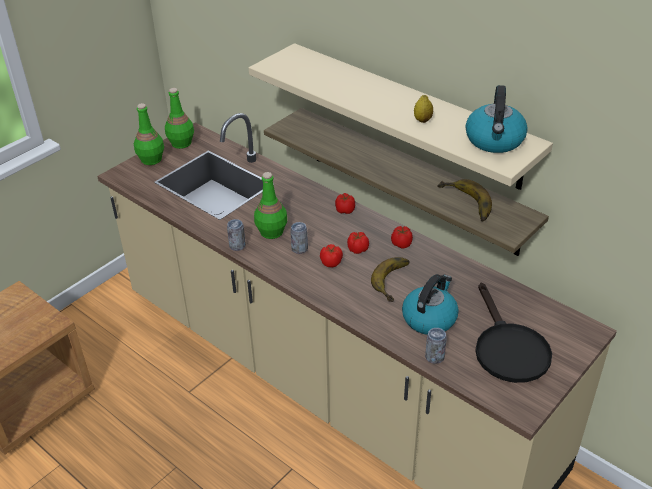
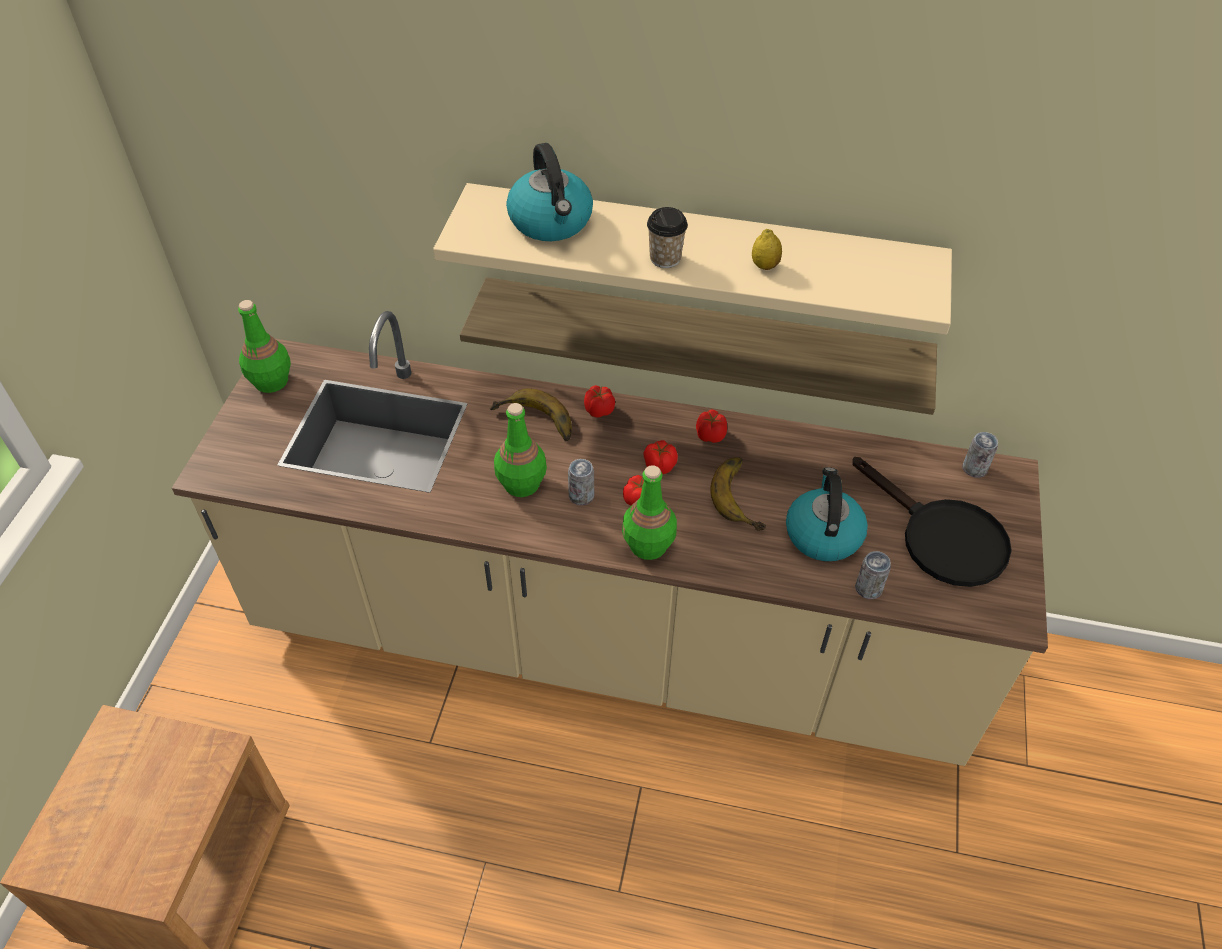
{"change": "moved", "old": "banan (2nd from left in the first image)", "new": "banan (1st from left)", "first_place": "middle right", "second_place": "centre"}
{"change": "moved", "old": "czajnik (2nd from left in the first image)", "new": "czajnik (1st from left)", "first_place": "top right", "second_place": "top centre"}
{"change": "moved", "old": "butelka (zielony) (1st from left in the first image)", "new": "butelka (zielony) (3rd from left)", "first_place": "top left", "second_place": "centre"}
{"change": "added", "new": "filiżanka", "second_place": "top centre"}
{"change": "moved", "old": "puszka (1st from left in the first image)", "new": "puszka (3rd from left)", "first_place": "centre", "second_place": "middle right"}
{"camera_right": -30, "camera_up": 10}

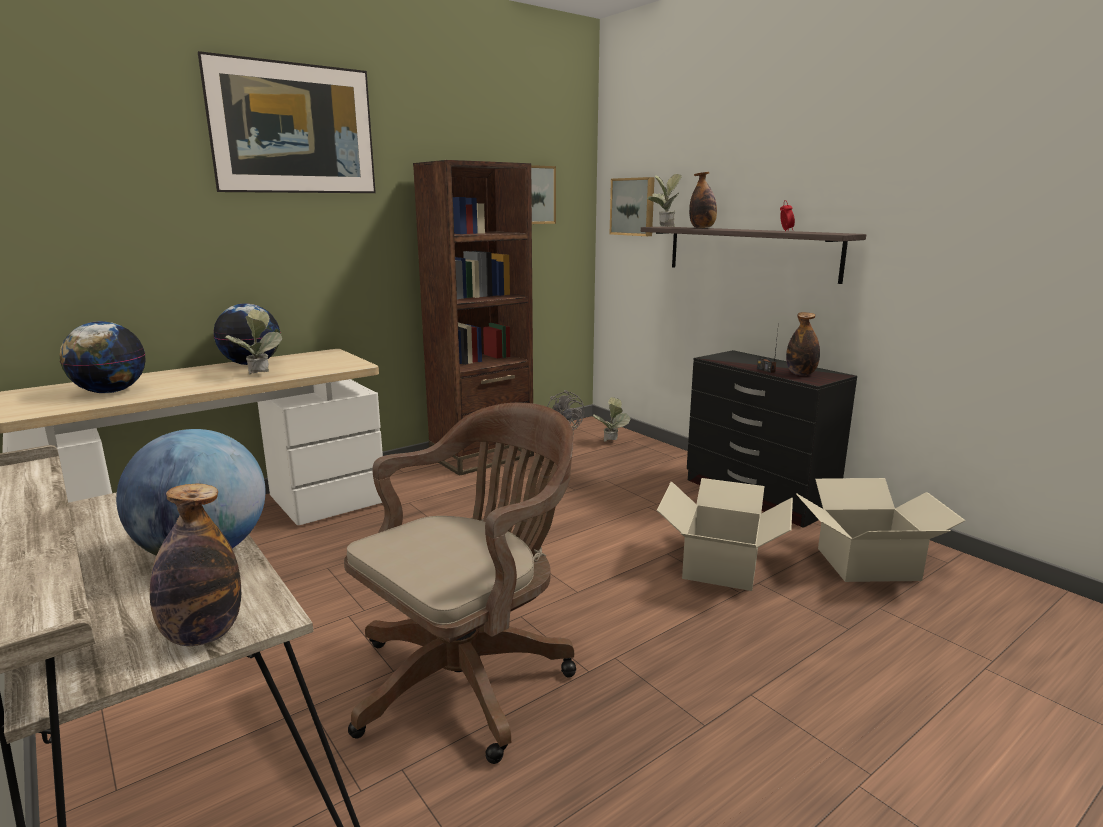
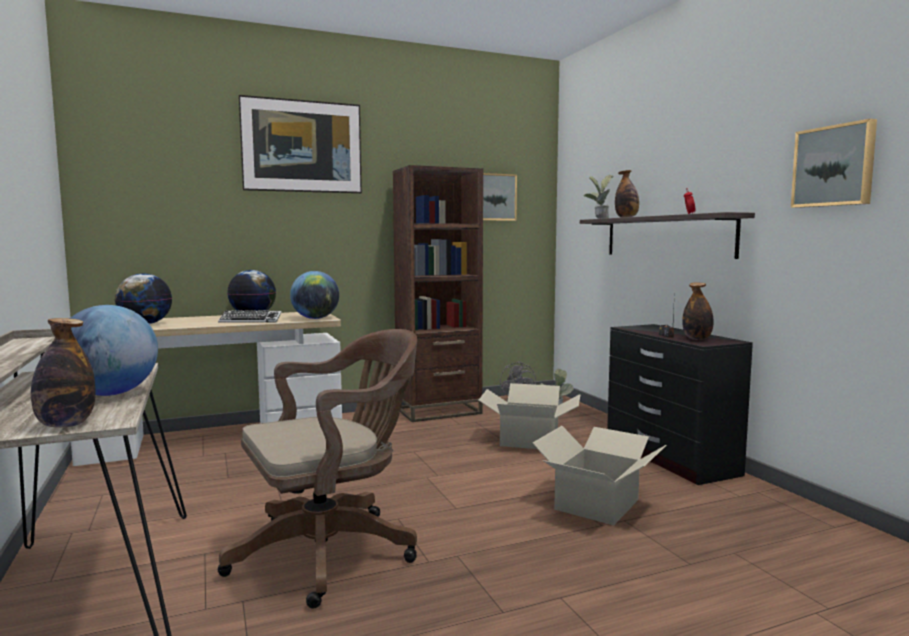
{"change": "replaced", "old": "roślina doniczkowa (1st from left)", "new": "klawiatura", "first_place": "middle left", "second_place": "middle left"}
{"change": "added", "new": "globus (4th from left)", "second_place": "centre"}
{"change": "moved", "old": "karton (2nd from left in the first image)", "new": "karton (1st from left)", "first_place": "middle right", "second_place": "centre"}
{"change": "moved", "old": "obraz (3rd from left)", "first_place": "top centre", "second_place": "top right"}
{"camera_right": 15, "camera_up": -10}

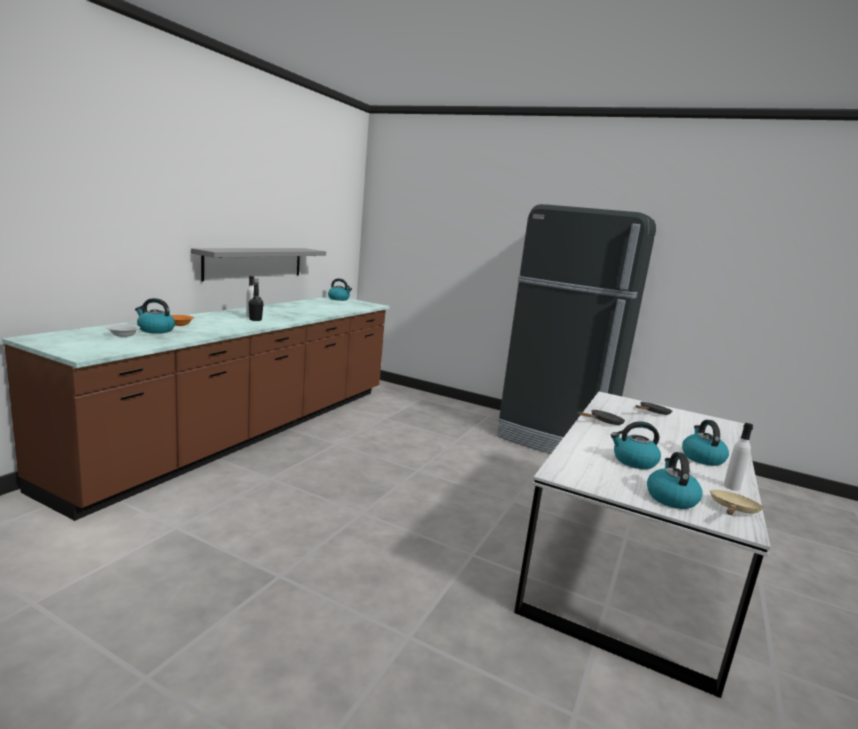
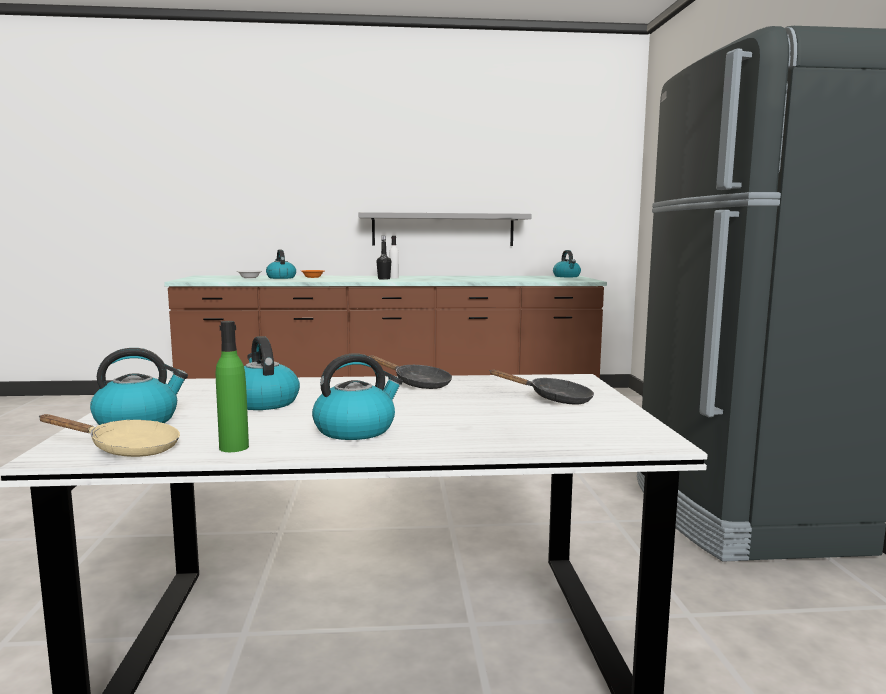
{"change": "recoloured", "old": "butelka (biały) (2nd from left)", "new": "butelka (zielony)", "first_place": "middle right", "second_place": "middle left"}
{"camera_right": 60, "camera_up": -5}

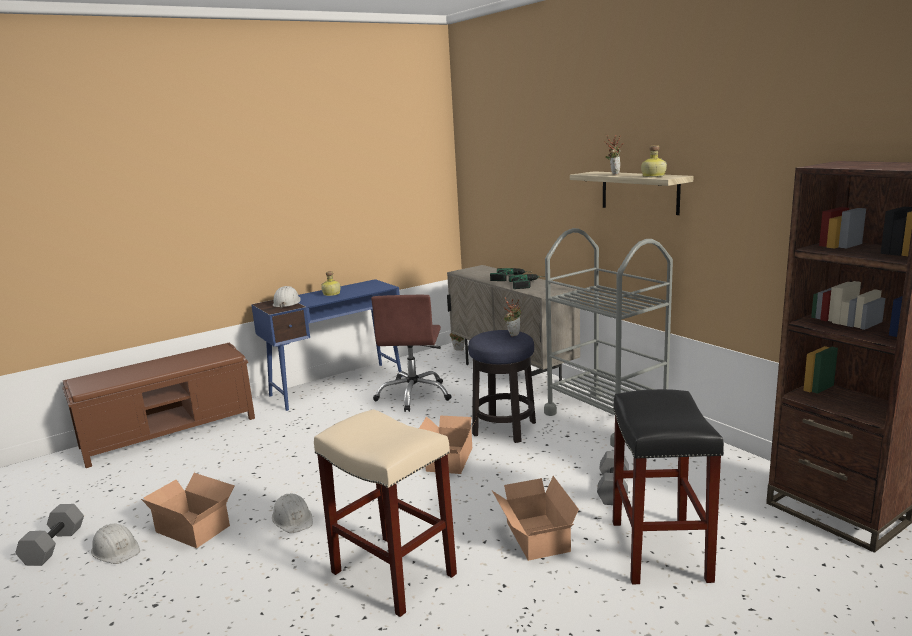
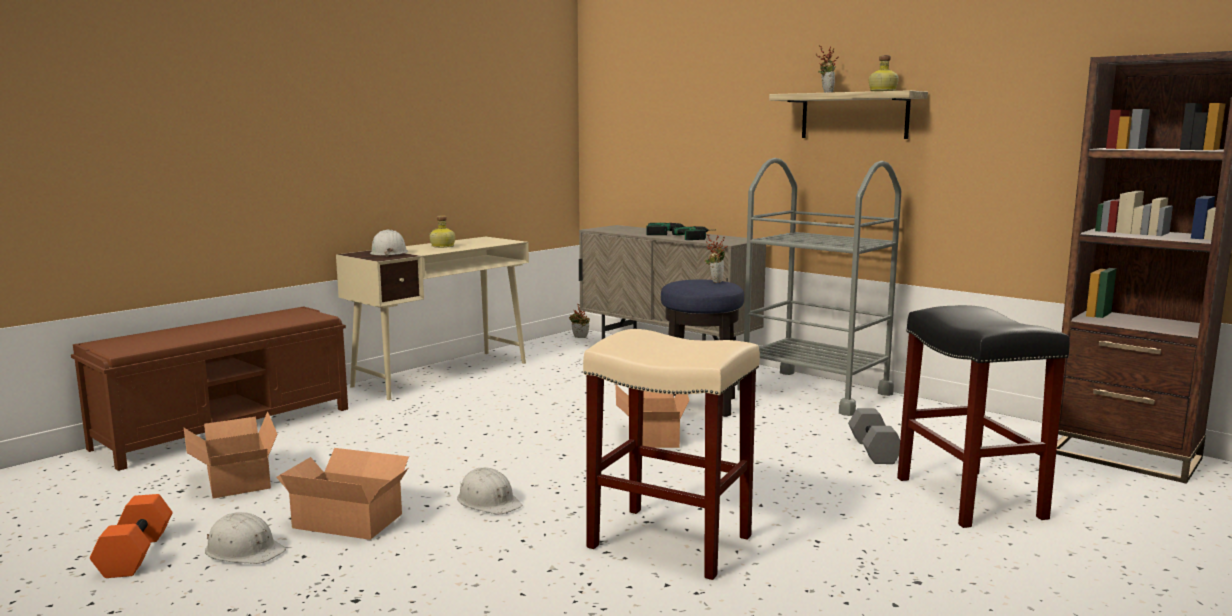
{"change": "recoloured", "old": "hantel (szary) (1st from left)", "new": "hantel (pomarańczowy)", "first_place": "bottom left", "second_place": "bottom left"}
{"change": "moved", "old": "karton (3rd from left in the first image)", "new": "karton (1st from left)", "first_place": "bottom centre", "second_place": "bottom left"}
{"change": "recoloured", "old": "biurko (niebieski)", "new": "biurko (beżowy)", "first_place": "centre", "second_place": "centre"}
{"change": "removed", "old": "krzesło biurowe (brązowy)", "first_place": "centre"}
{"camera_right": -15, "camera_up": -5}

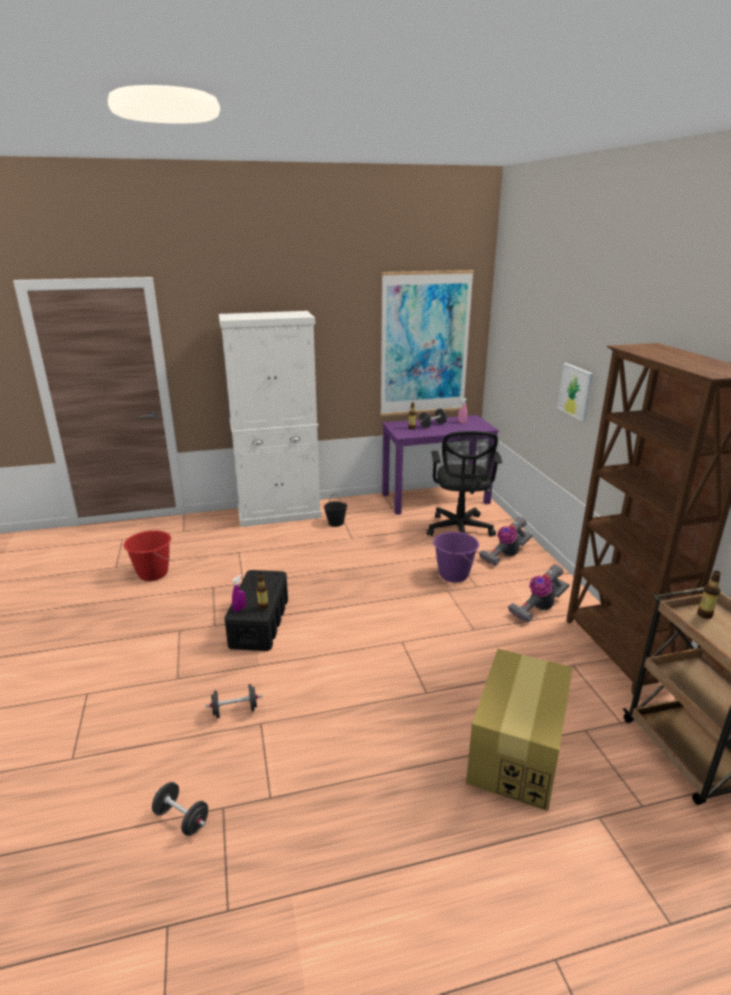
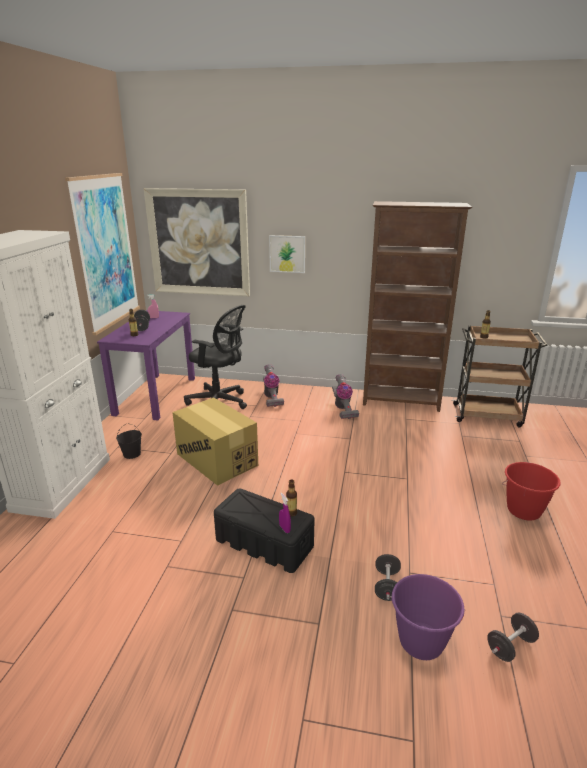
{"change": "added", "new": "obraz (2nd from left)", "second_place": "top centre"}
{"change": "moved", "old": "karton", "first_place": "bottom right", "second_place": "centre"}
{"change": "moved", "old": "wiadro (fioletowy)", "first_place": "centre", "second_place": "bottom right"}
{"change": "moved", "old": "wiadro (czerwony)", "first_place": "middle left", "second_place": "middle right"}
{"camera_right": -65, "camera_up": 0}

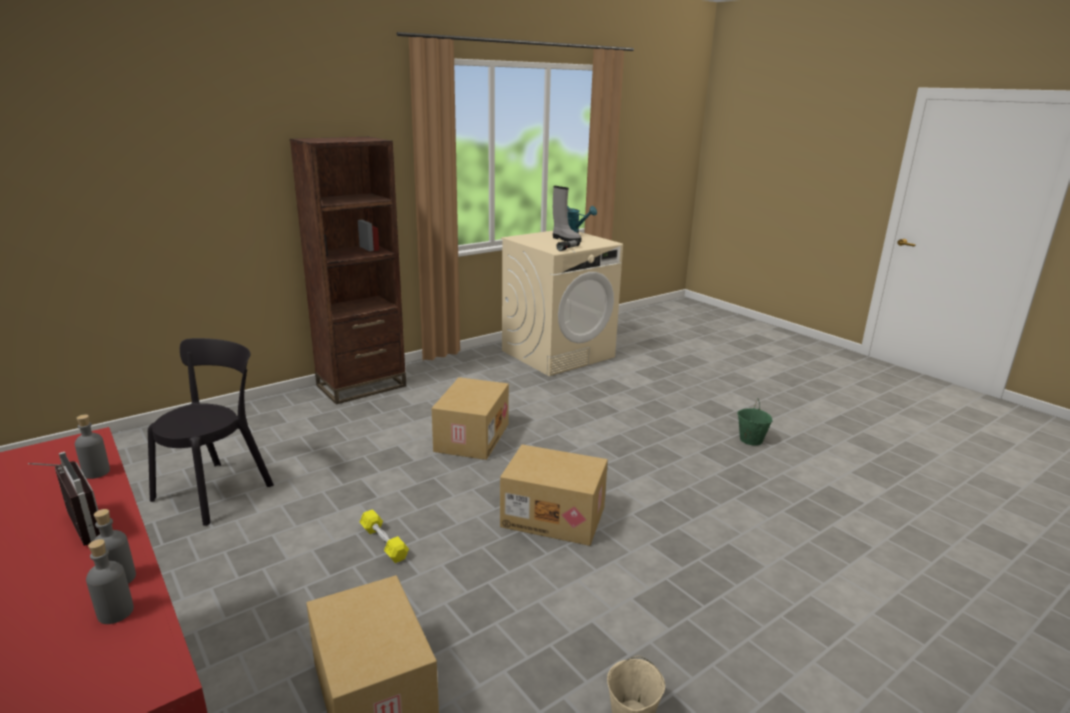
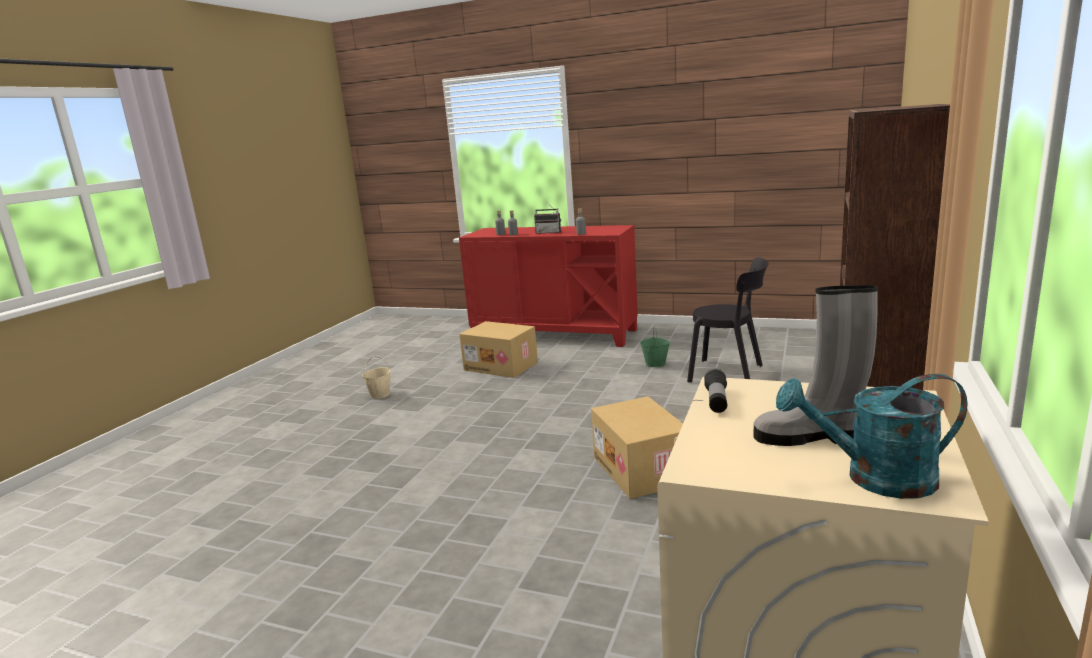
{"change": "moved", "old": "wiadro (zielony)", "first_place": "middle right", "second_place": "centre"}
{"change": "turned", "old": "krzesło (czarny)", "first_place": "middle left", "second_place": "middle right", "degrees": -60}
{"change": "removed", "old": "hantel (żółty)", "first_place": "bottom centre"}
{"change": "removed", "old": "karton (3rd from left)", "first_place": "bottom centre"}
{"camera_right": 150, "camera_up": -5}

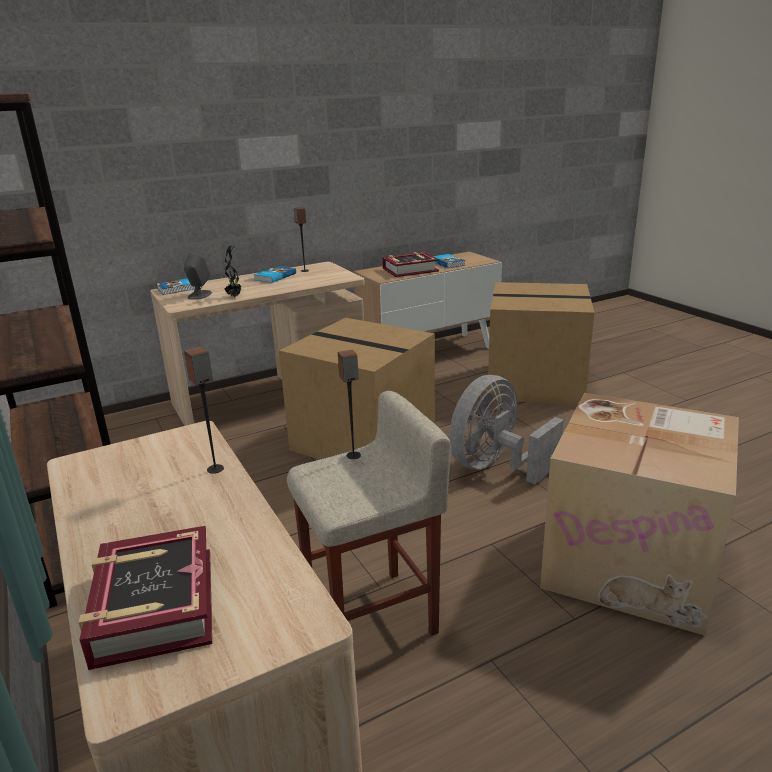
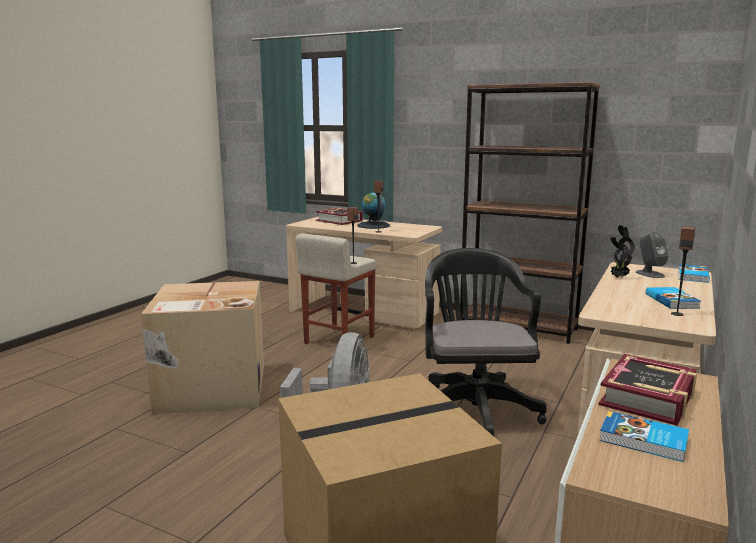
{"change": "added", "new": "globus", "second_place": "centre"}
{"change": "replaced", "old": "karton (1st from left)", "new": "krzesło biurowe (czarny)", "first_place": "centre", "second_place": "centre"}
{"camera_right": 145, "camera_up": -10}

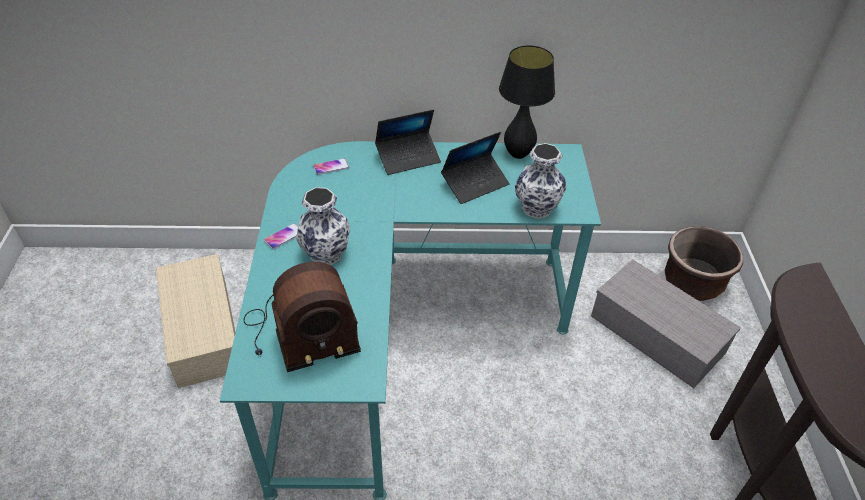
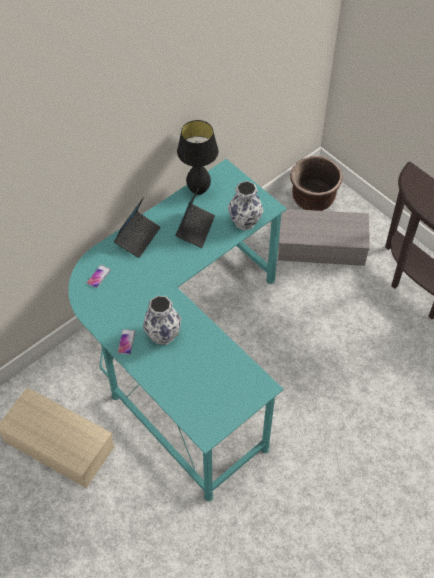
{"change": "removed", "old": "radio", "first_place": "centre"}
{"camera_right": -40, "camera_up": 10}

